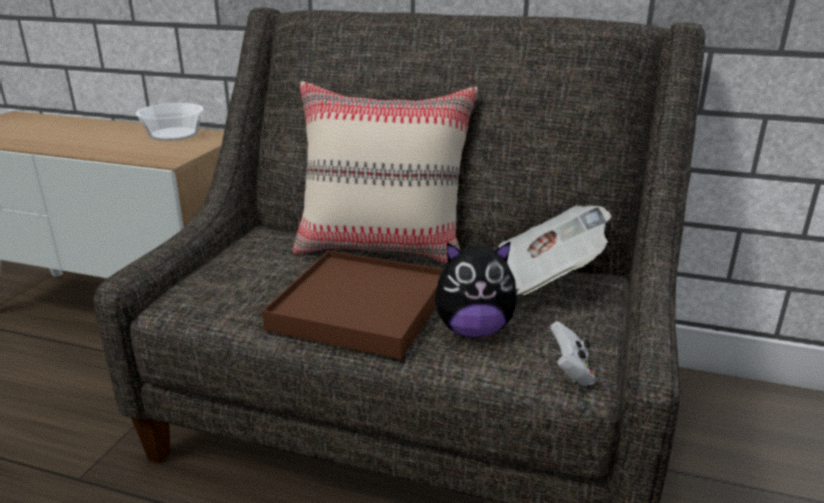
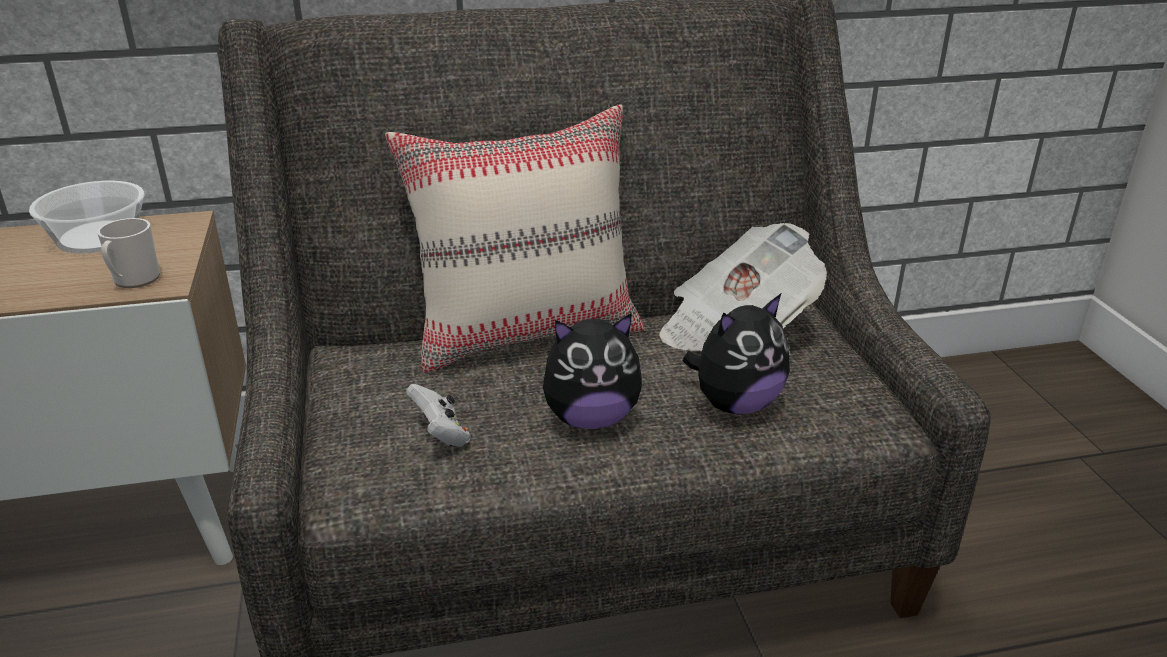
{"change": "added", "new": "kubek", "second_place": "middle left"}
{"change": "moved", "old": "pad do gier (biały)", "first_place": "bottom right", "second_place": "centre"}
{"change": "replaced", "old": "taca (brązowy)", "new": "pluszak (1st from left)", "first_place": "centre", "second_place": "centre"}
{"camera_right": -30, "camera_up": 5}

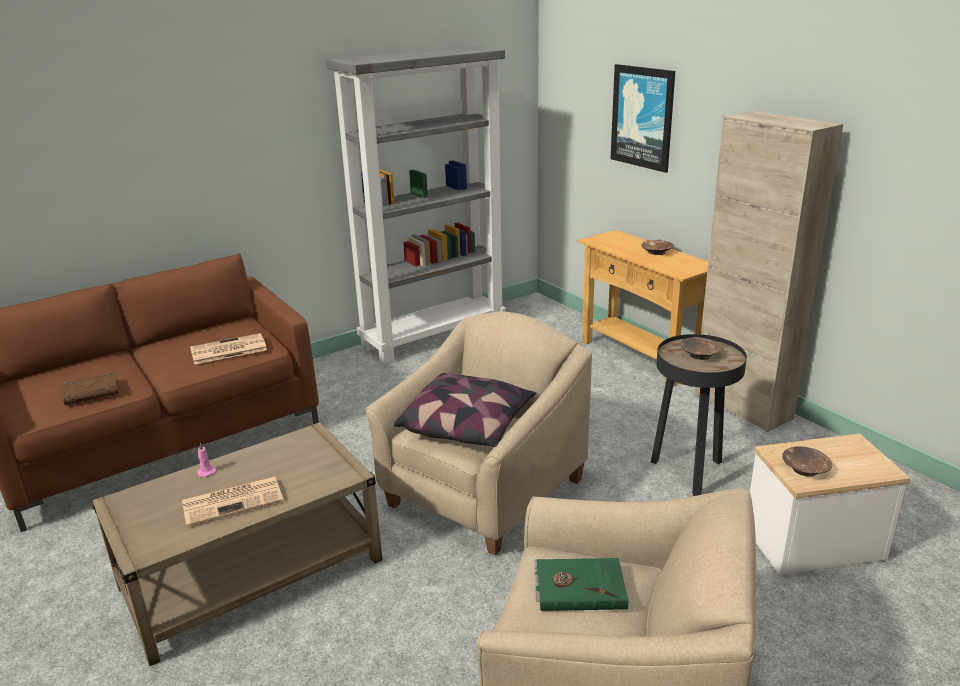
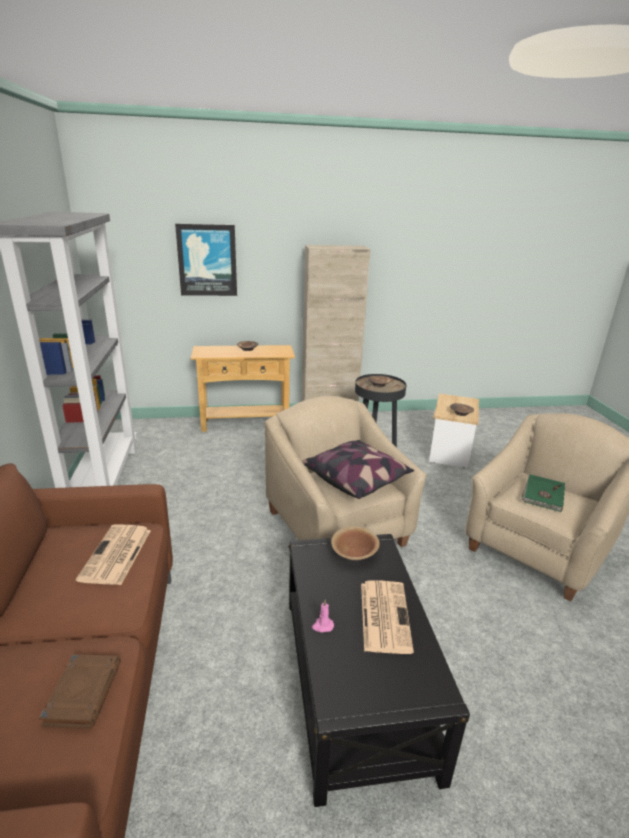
{"change": "recoloured", "old": "ława (beżowy)", "new": "ława (czarny)", "first_place": "bottom left", "second_place": "bottom centre"}
{"change": "added", "new": "miska (brązowy) (2nd from left)", "second_place": "centre"}
{"camera_right": -65, "camera_up": 0}

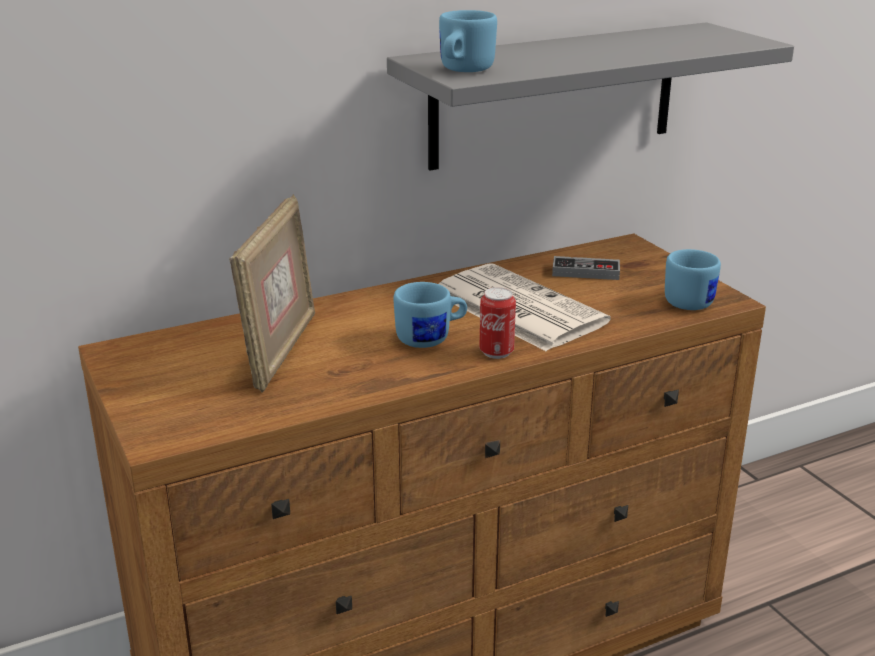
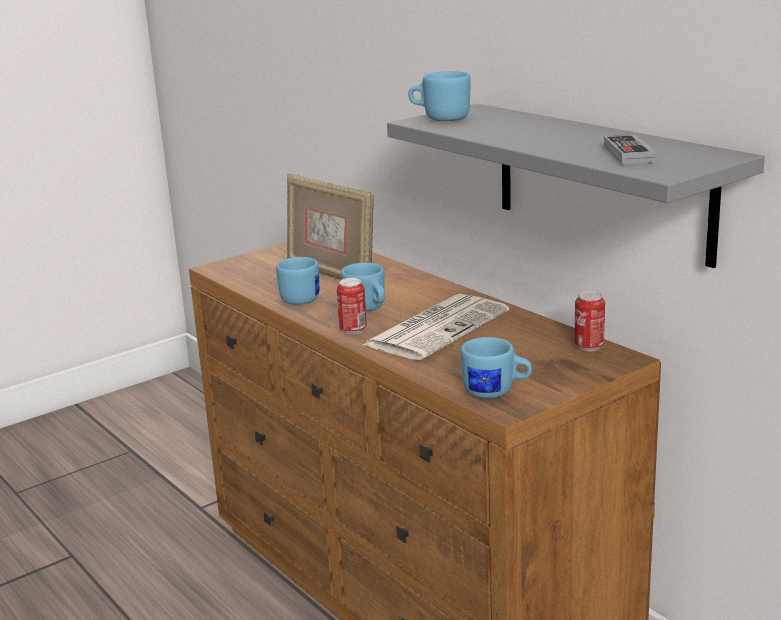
{"change": "added", "new": "kubek (niebieski) (1st from left)", "second_place": "centre"}
{"change": "turned", "old": "ramka na zdjęcie", "first_place": "middle left", "second_place": "centre", "degrees": 45}
{"change": "added", "new": "puszka (2nd from left)", "second_place": "middle right"}
{"change": "moved", "old": "pad do gier", "first_place": "middle right", "second_place": "top right"}
{"camera_right": 80, "camera_up": -5}

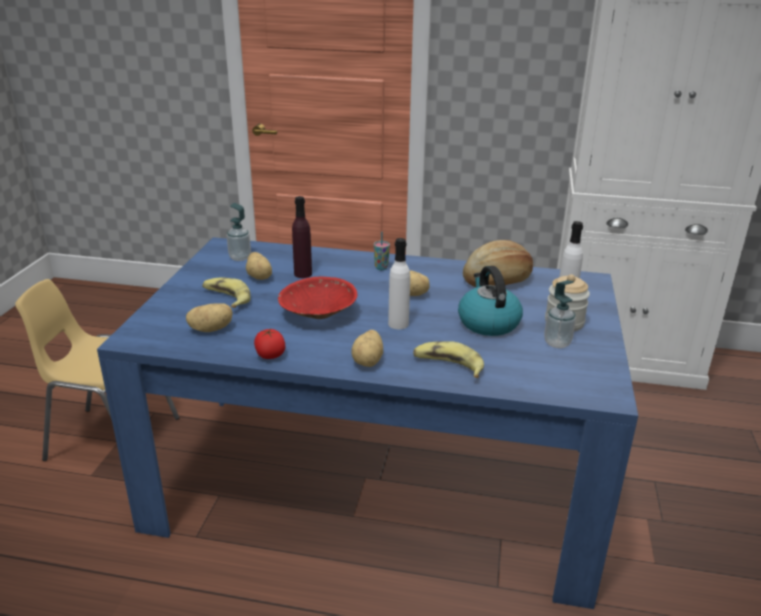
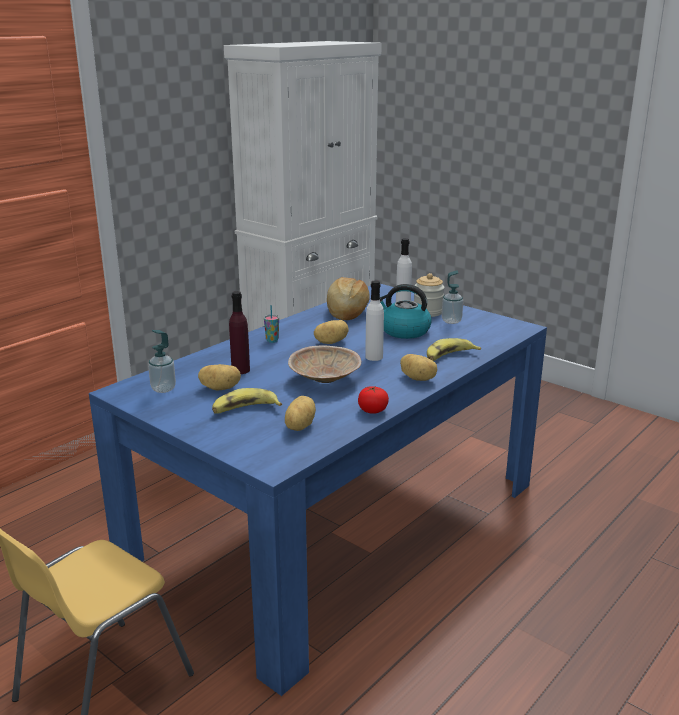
{"change": "recoloured", "old": "miska (czerwony)", "new": "miska (beżowy)", "first_place": "centre", "second_place": "centre"}
{"camera_right": -60, "camera_up": -5}

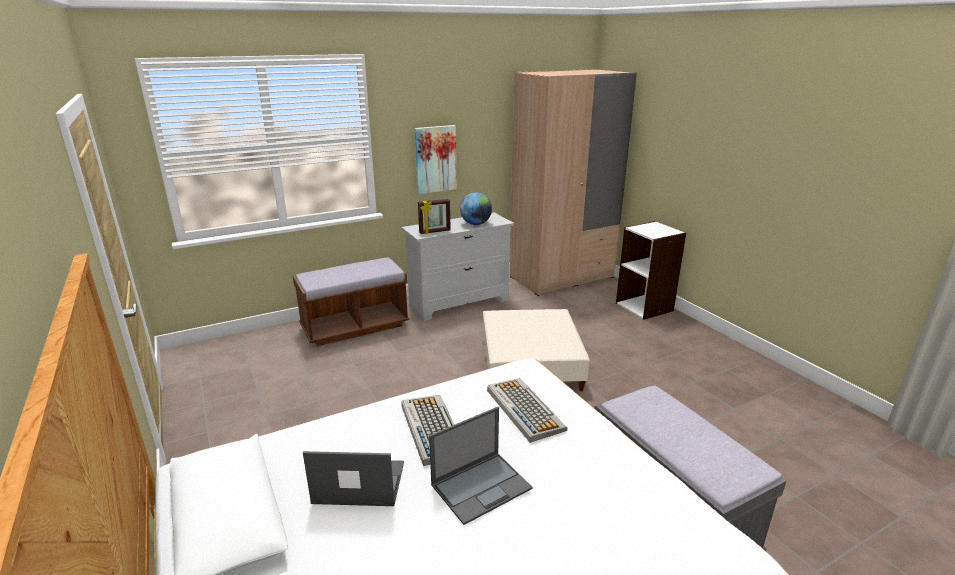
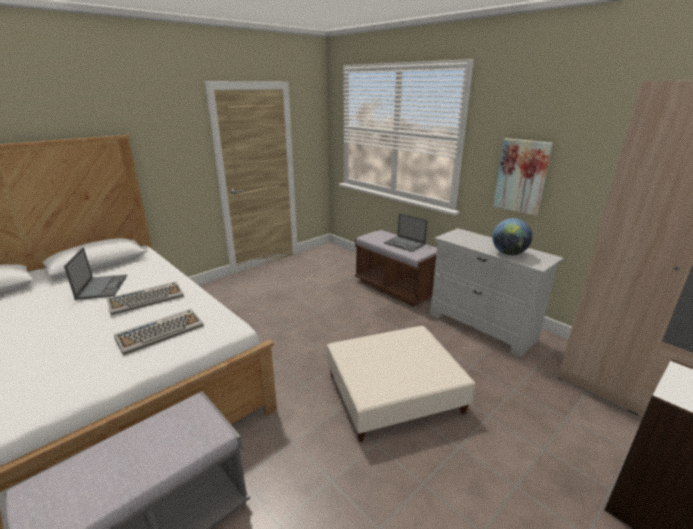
{"change": "moved", "old": "laptop (2nd from left)", "first_place": "bottom centre", "second_place": "centre"}
{"change": "removed", "old": "ramka na zdjęcie", "first_place": "centre"}
{"camera_right": 75, "camera_up": 0}

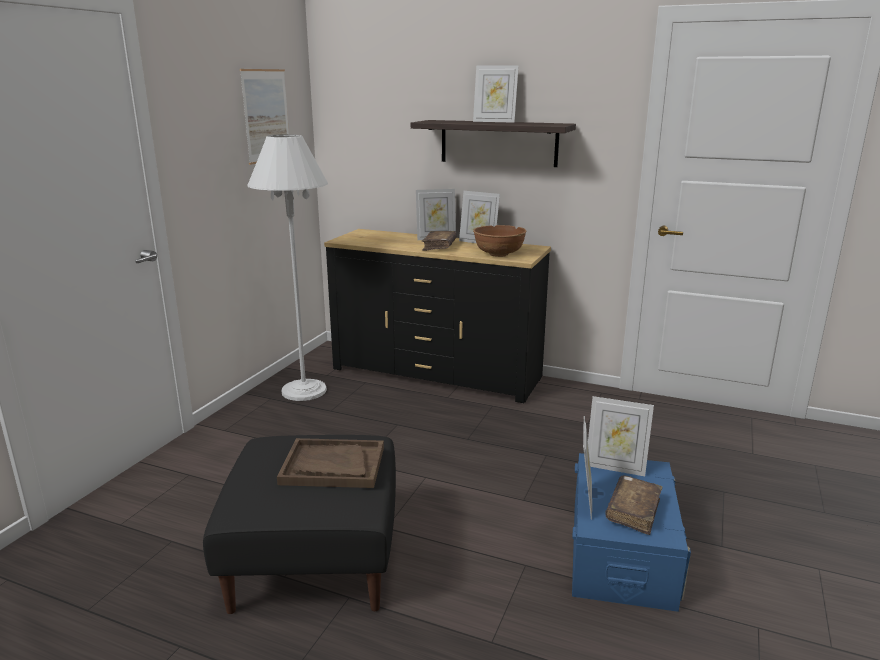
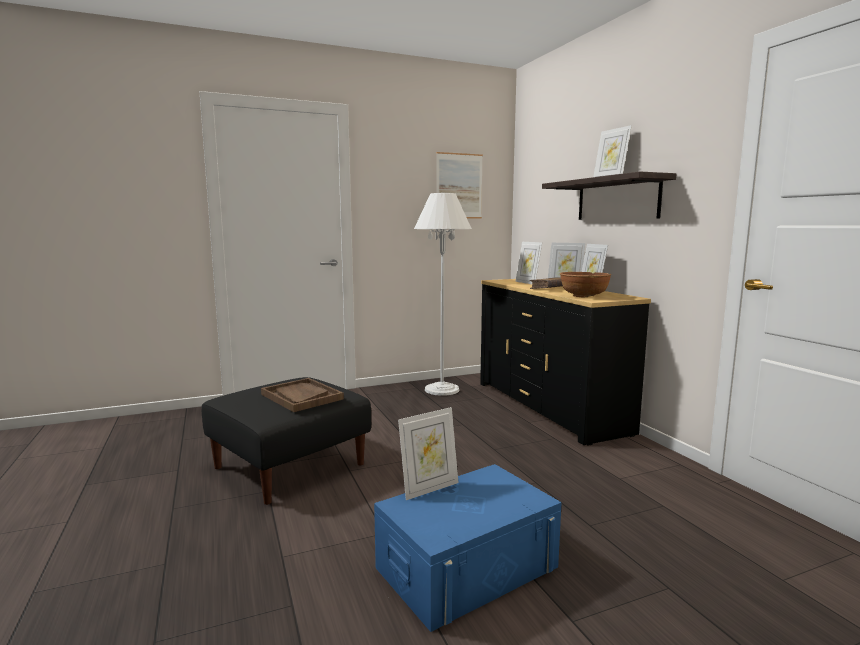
{"change": "moved", "old": "ramka na zdjęcie (5th from left in the first image)", "new": "ramka na zdjęcie (2nd from left)", "first_place": "middle right", "second_place": "centre"}
{"change": "removed", "old": "książka (brązowy) (2nd from left)", "first_place": "bottom right"}
{"camera_right": 45, "camera_up": -10}

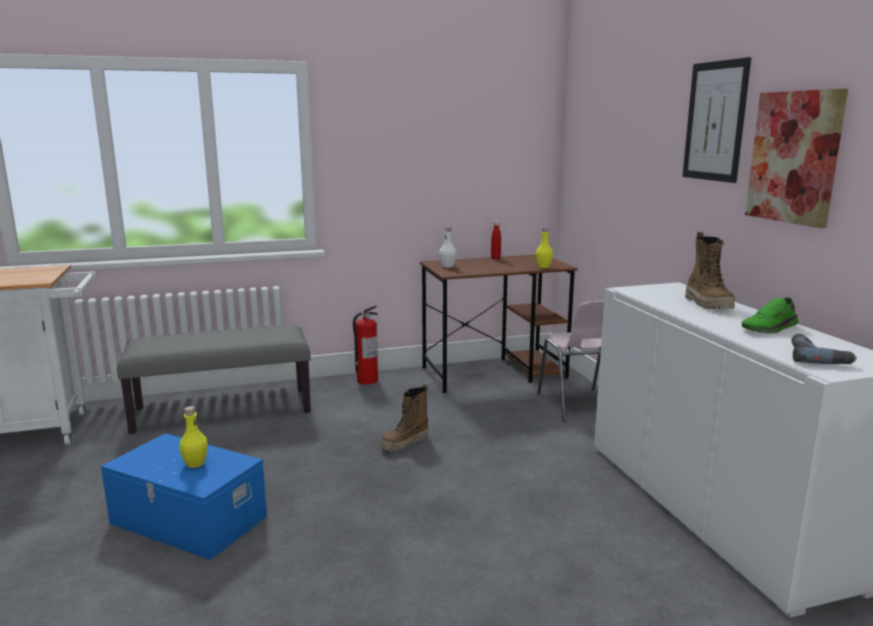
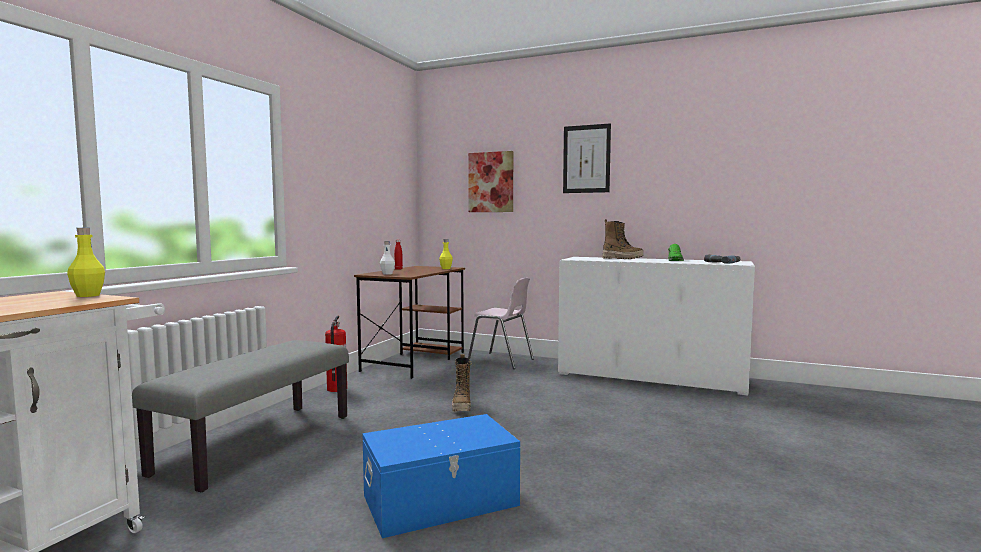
{"change": "moved", "old": "butelka (żółty) (1st from left)", "first_place": "bottom left", "second_place": "middle left"}
{"change": "moved", "old": "obraz (2nd from left in the first image)", "new": "obraz (1st from left)", "first_place": "top right", "second_place": "top centre"}
{"camera_right": -50, "camera_up": -10}

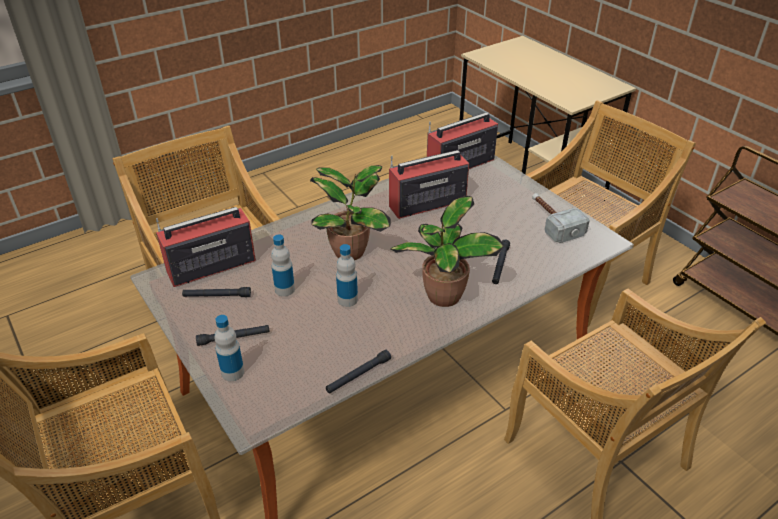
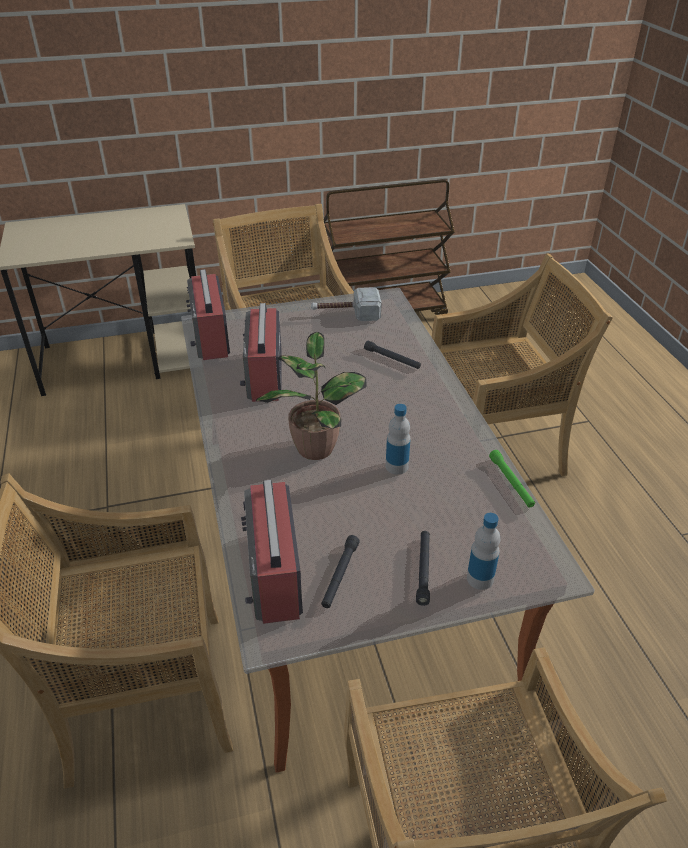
{"change": "recoloured", "old": "latarka (czarny) (3rd from left)", "new": "latarka (zielony)", "first_place": "bottom centre", "second_place": "middle right"}
{"change": "removed", "old": "butelka (2nd from left)", "first_place": "centre"}
{"change": "removed", "old": "roślina doniczkowa (2nd from left)", "first_place": "centre"}
{"camera_right": -70, "camera_up": 0}

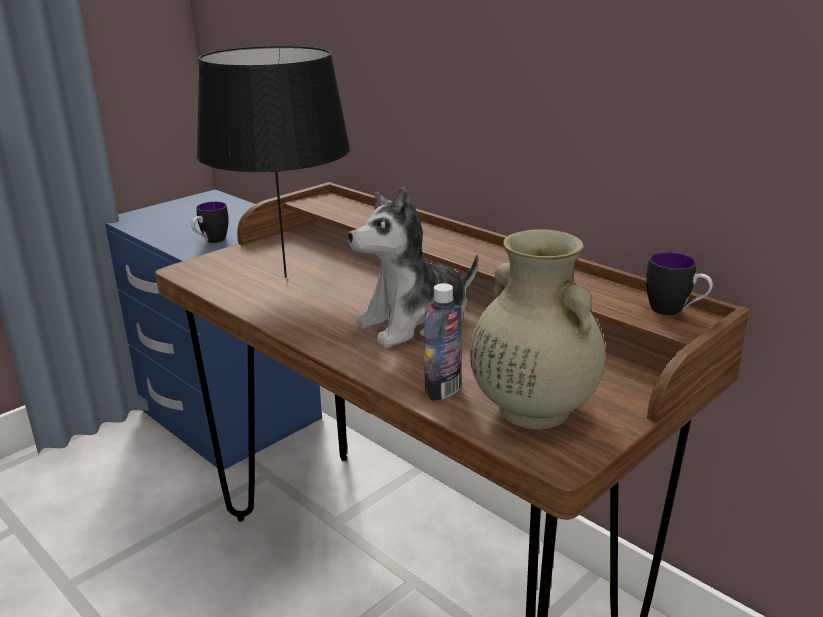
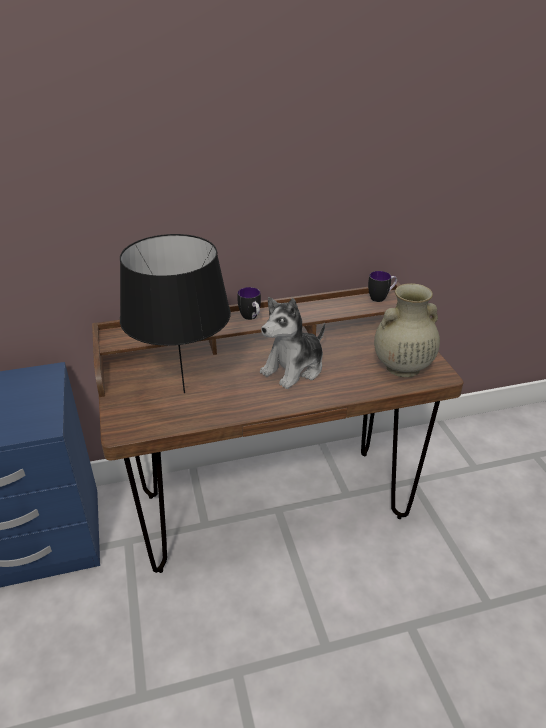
{"change": "moved", "old": "kubek (1st from left)", "first_place": "middle left", "second_place": "centre"}
{"change": "turned", "old": "pluszak", "first_place": "centre", "second_place": "centre", "degrees": 45}
{"change": "removed", "old": "butelka", "first_place": "centre"}
{"camera_right": -60, "camera_up": 10}

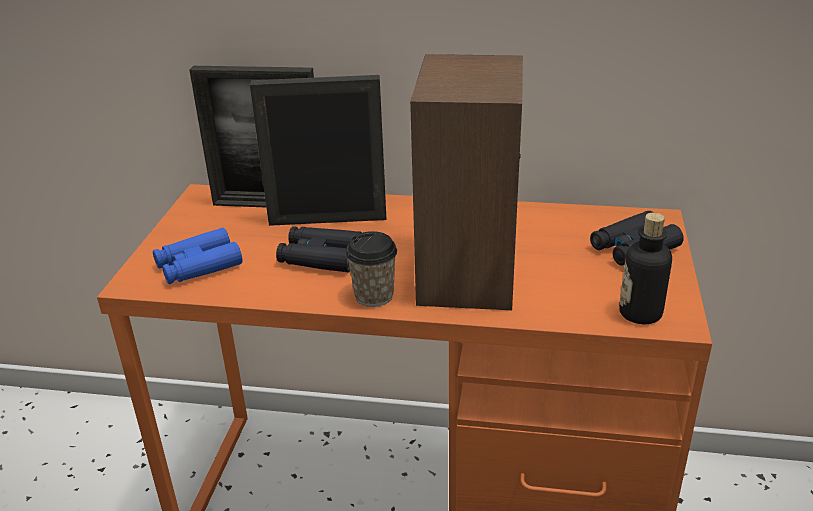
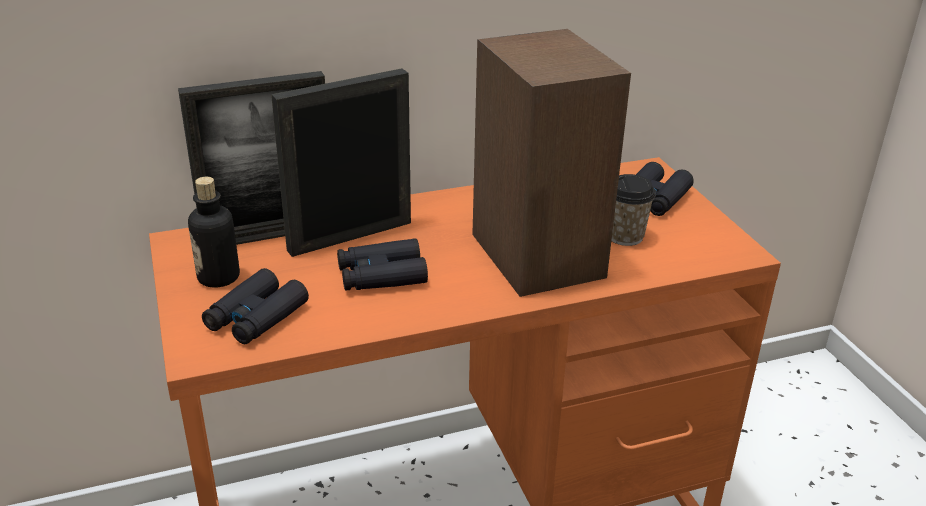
{"change": "moved", "old": "butelka", "first_place": "middle right", "second_place": "middle left"}
{"change": "recoloured", "old": "lornetka (niebieski)", "new": "lornetka (czarny) (1st from left)", "first_place": "middle left", "second_place": "middle left"}
{"change": "moved", "old": "filiżanka", "first_place": "centre", "second_place": "middle right"}
{"camera_right": -30, "camera_up": 0}

